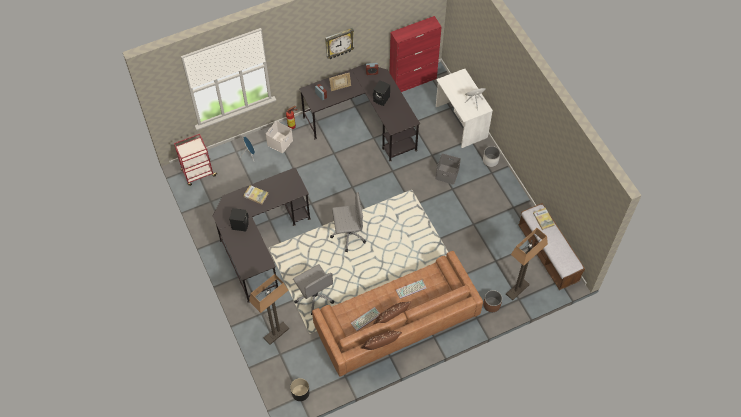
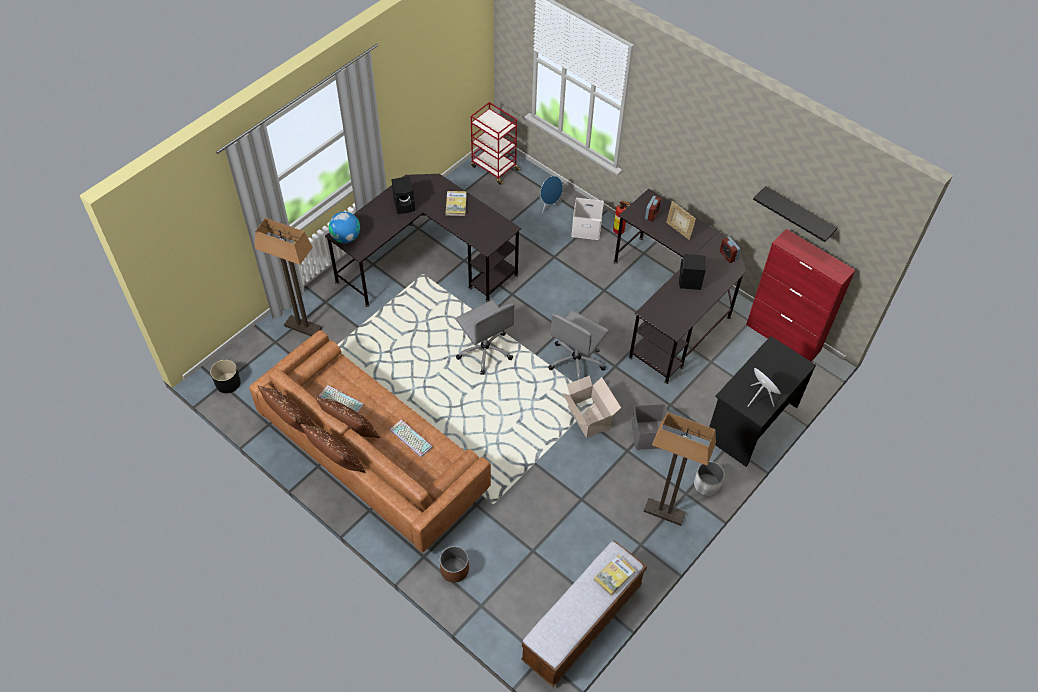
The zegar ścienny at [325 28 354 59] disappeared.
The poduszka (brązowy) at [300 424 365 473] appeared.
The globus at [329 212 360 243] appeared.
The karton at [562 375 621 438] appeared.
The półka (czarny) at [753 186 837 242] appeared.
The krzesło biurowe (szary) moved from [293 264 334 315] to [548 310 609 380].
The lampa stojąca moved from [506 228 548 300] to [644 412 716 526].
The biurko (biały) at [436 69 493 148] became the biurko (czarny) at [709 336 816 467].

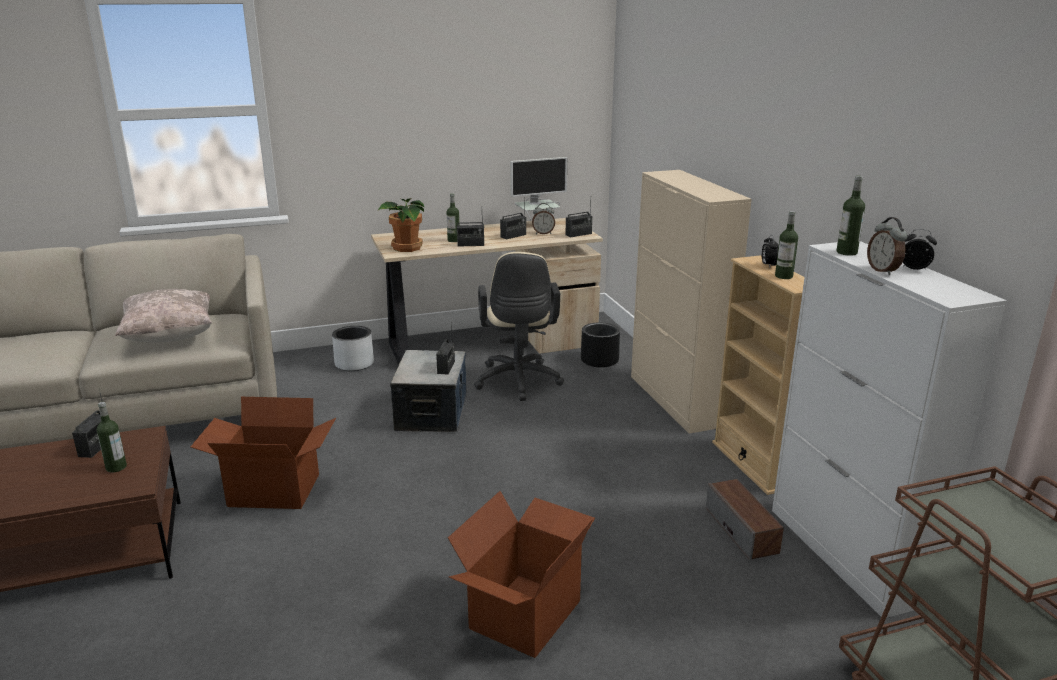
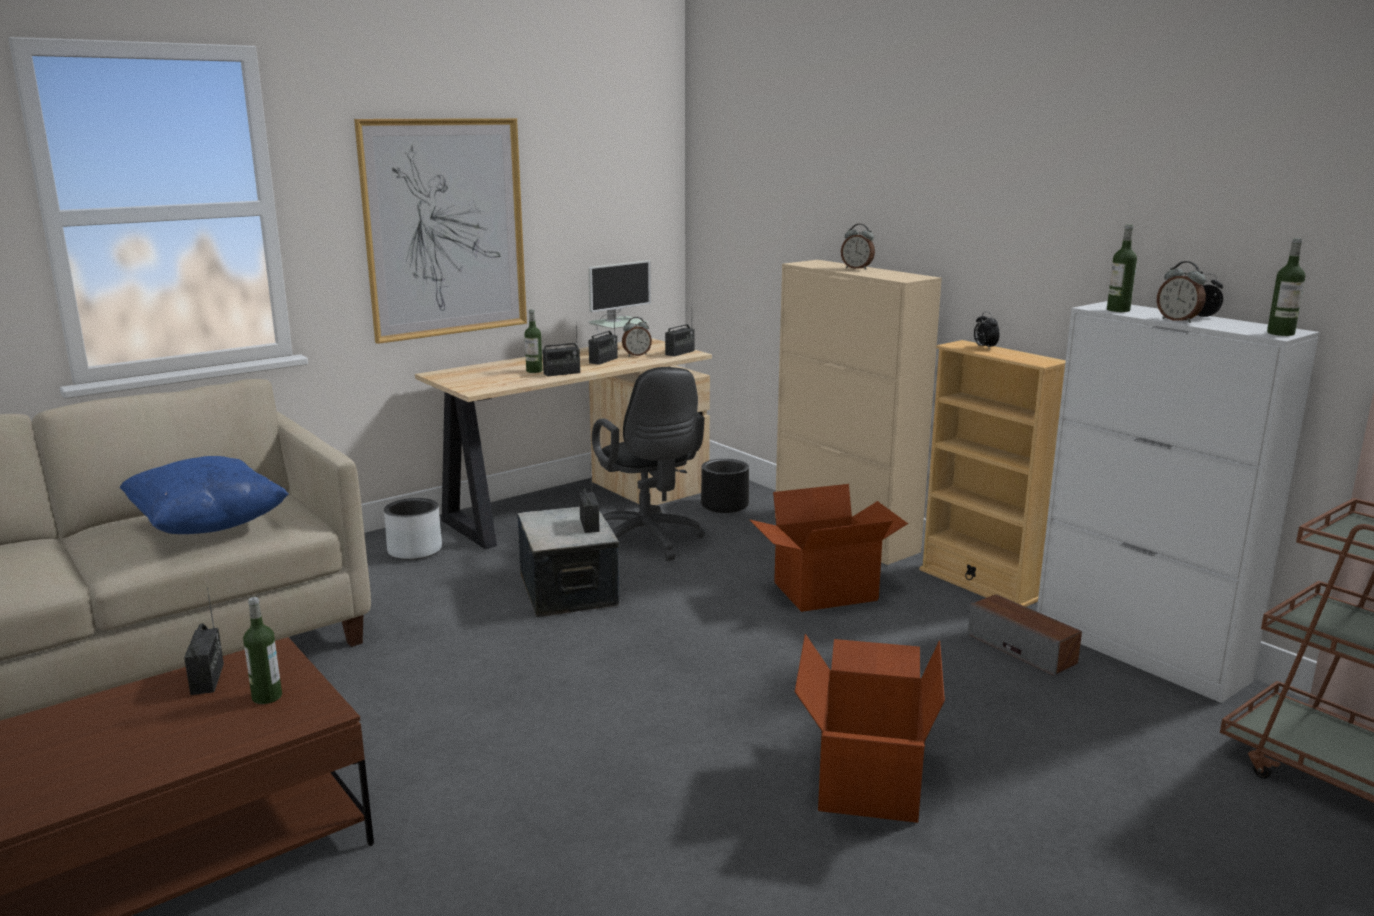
The roślina doniczkowa at [378 198 425 252] disappeared.
The obraz at [354 118 527 344] appeared.
The budzik at [841 224 875 270] appeared.
The karton moved from [191 397 336 509] to [750 484 908 612].
The butelka moved from [775 211 798 279] to [1267 238 1305 336].
The poduszka (beżowy) at [115 289 212 342] became the poduszka (niebieski) at [120 456 289 534].
The krzesło biurowe (beżowy) at [474 252 564 401] became the krzesło biurowe (czarny) at [592 367 705 561].

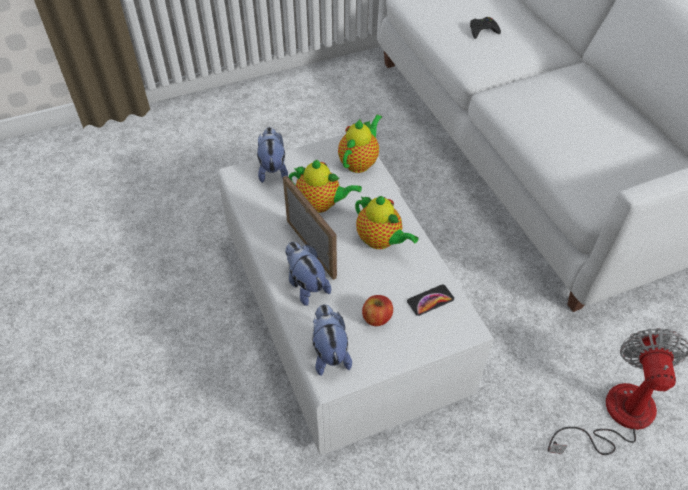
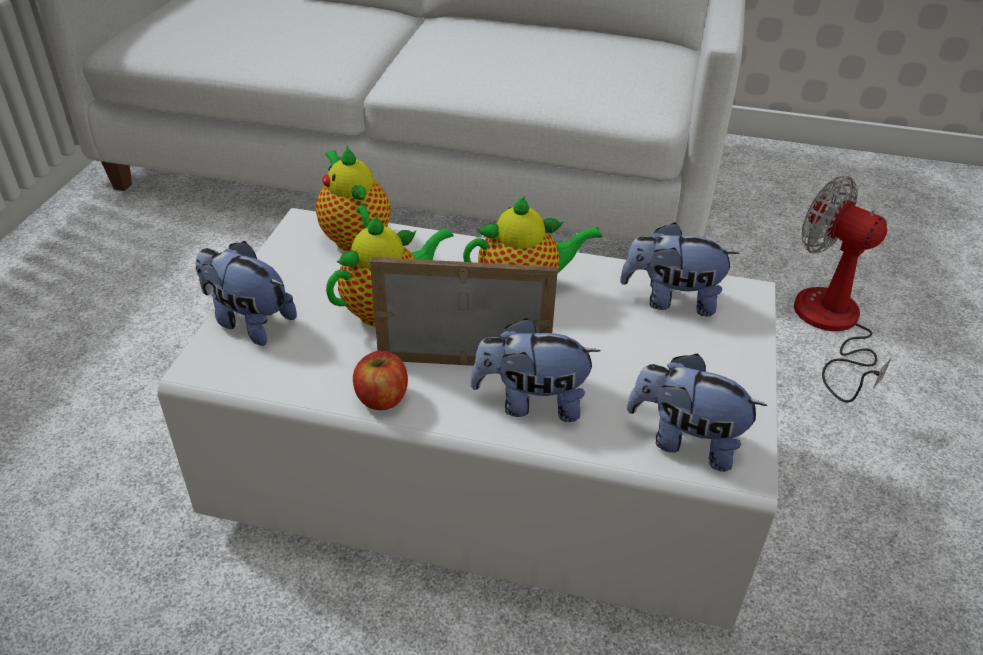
The pad do gier (czarny) at [470 17 501 39] disappeared.
The jabłko moved from [362 295 393 326] to [353 351 408 410].
The telefon at [407 284 454 316] was replaced by the pluszak at [620 222 739 316].

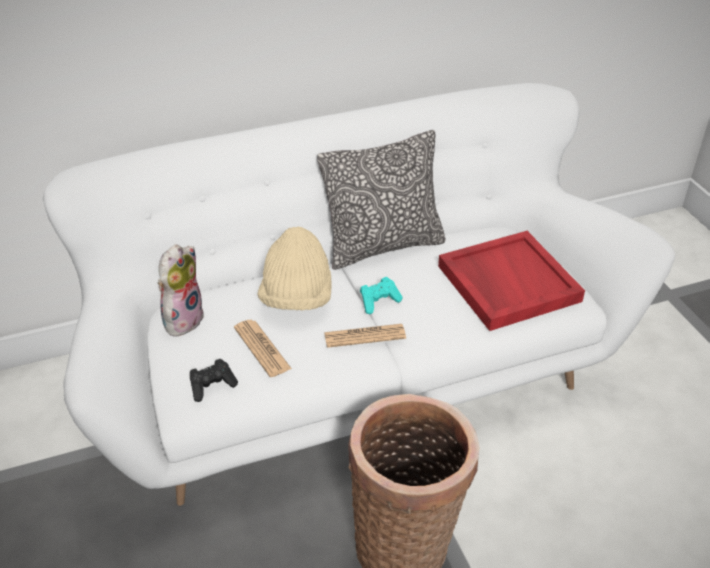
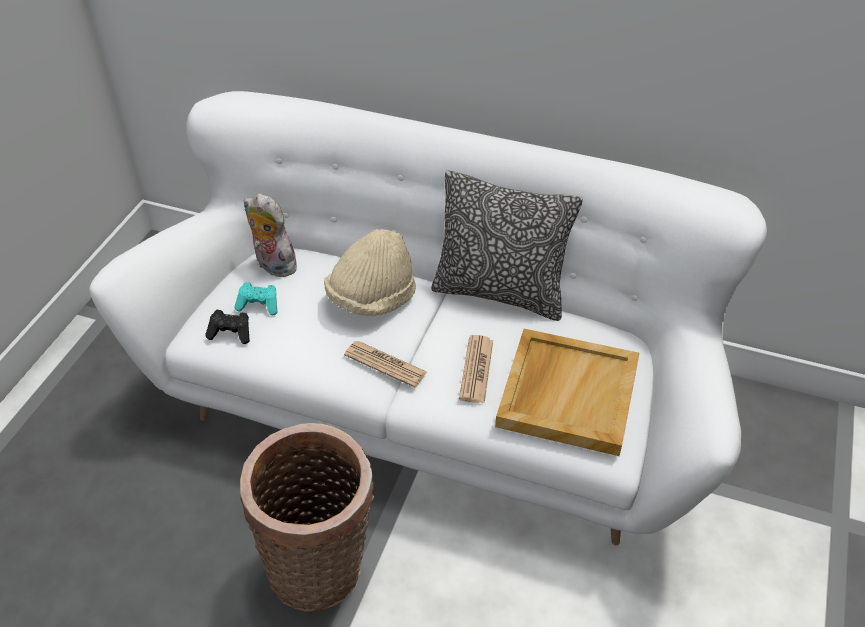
The gazeta moved from [234 320 292 377] to [459 335 493 403].
The pad do gier (turkusowy) moved from [360 277 402 314] to [234 282 277 315].
The taca (czerwony) at [438 231 585 331] became the taca (beżowy) at [495 329 639 456].
The pluszak at [158 244 204 337] turned 120 degrees counterclockwise.

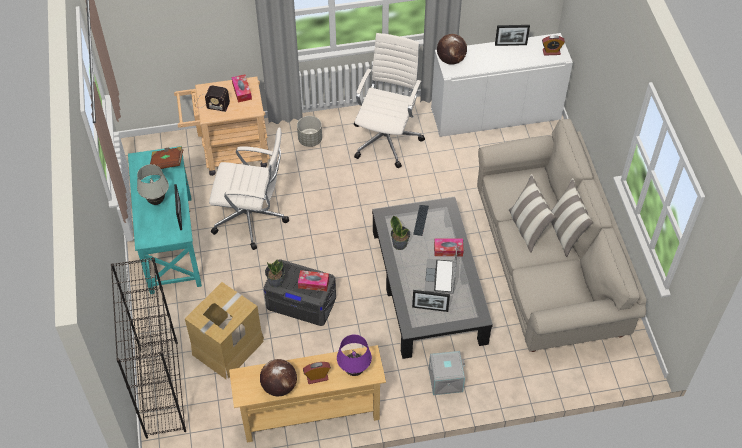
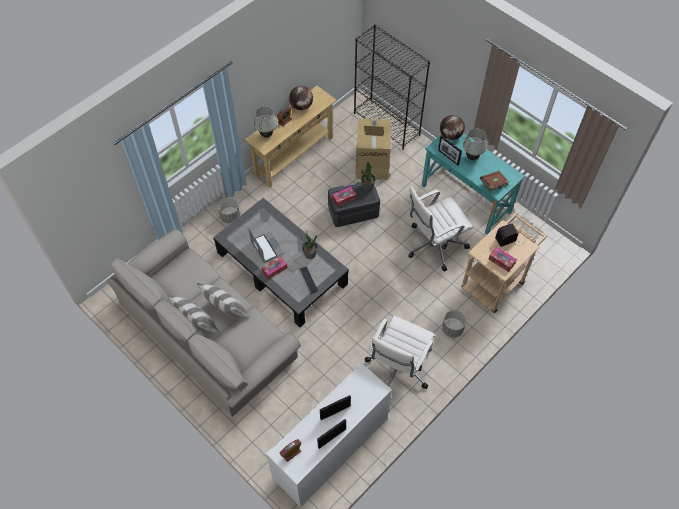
The ramka na zdjęcie moved from [412 290 450 312] to [320 395 351 420].
The globus moved from [437 34 467 65] to [440 115 465 140].
The pojemnik do przechowywania (szary) at [429 351 465 395] was replaced by the donica (szary) at [218 198 240 223].
The lampa stołowa (fioletowy) at [337 335 372 376] became the lampa stołowa (biały) at [254 106 277 138].
The krzesło biurowe (biały) at [354 33 425 168] turned 45 degrees clockwise.

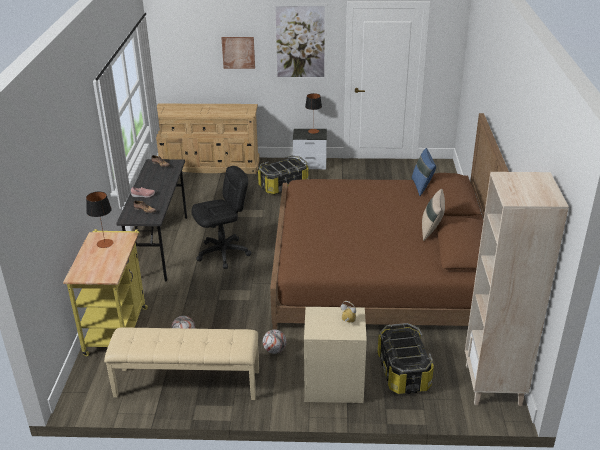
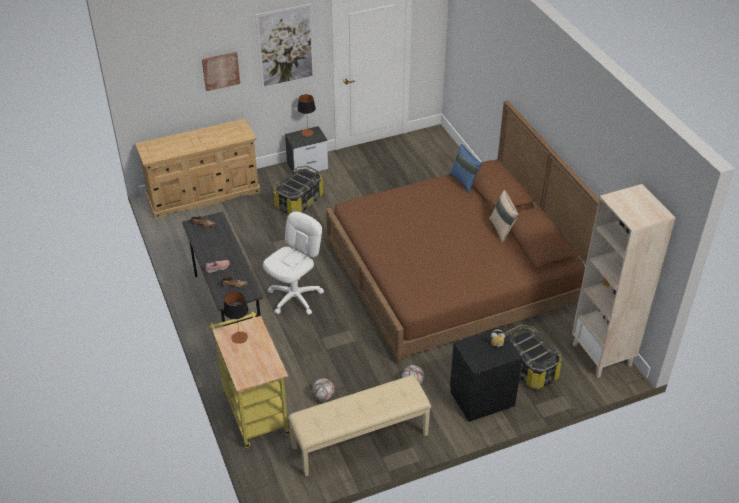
The krzesło biurowe (czarny) at [191 166 251 269] became the krzesło biurowe (biały) at [263 211 324 315].
The szafka nocna (beżowy) at [304 307 367 403] became the szafka nocna (czarny) at [450 328 523 422].

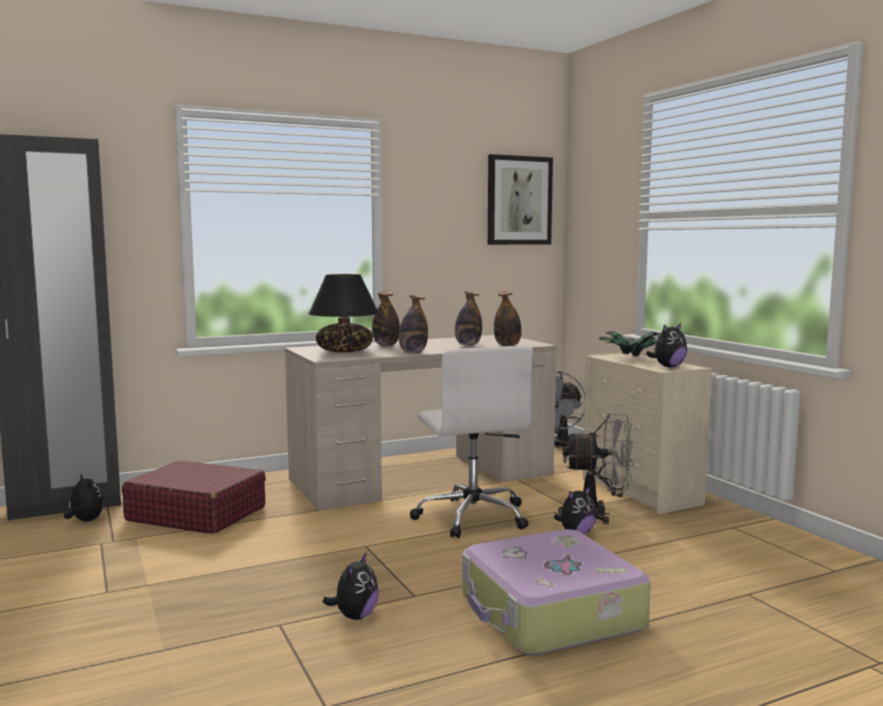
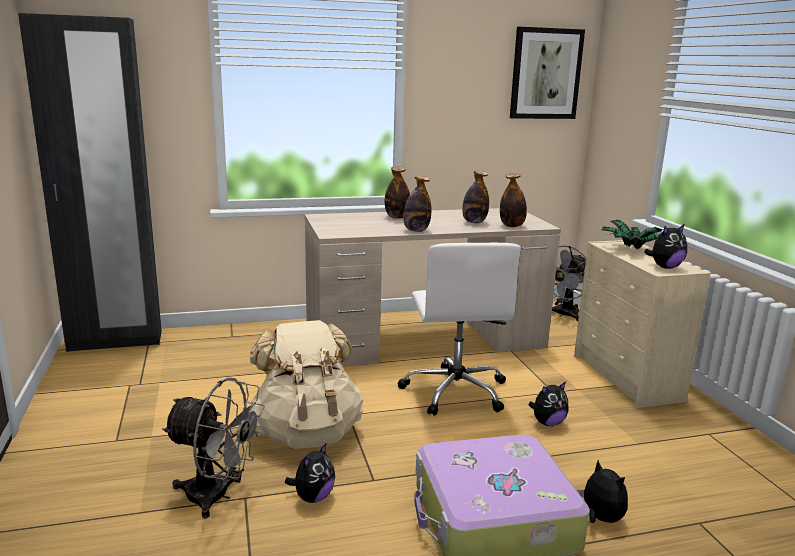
The walizka (czerwony) at [122 460 266 534] disappeared.
The lampa stołowa (czarny) at [308 274 379 352] disappeared.
The plecak (beżowy) at [250 320 364 449] appeared.
The pluszak moved from [64 473 104 521] to [577 460 628 523].
The wentylator (szary) moved from [558 414 633 524] to [162 377 265 518].

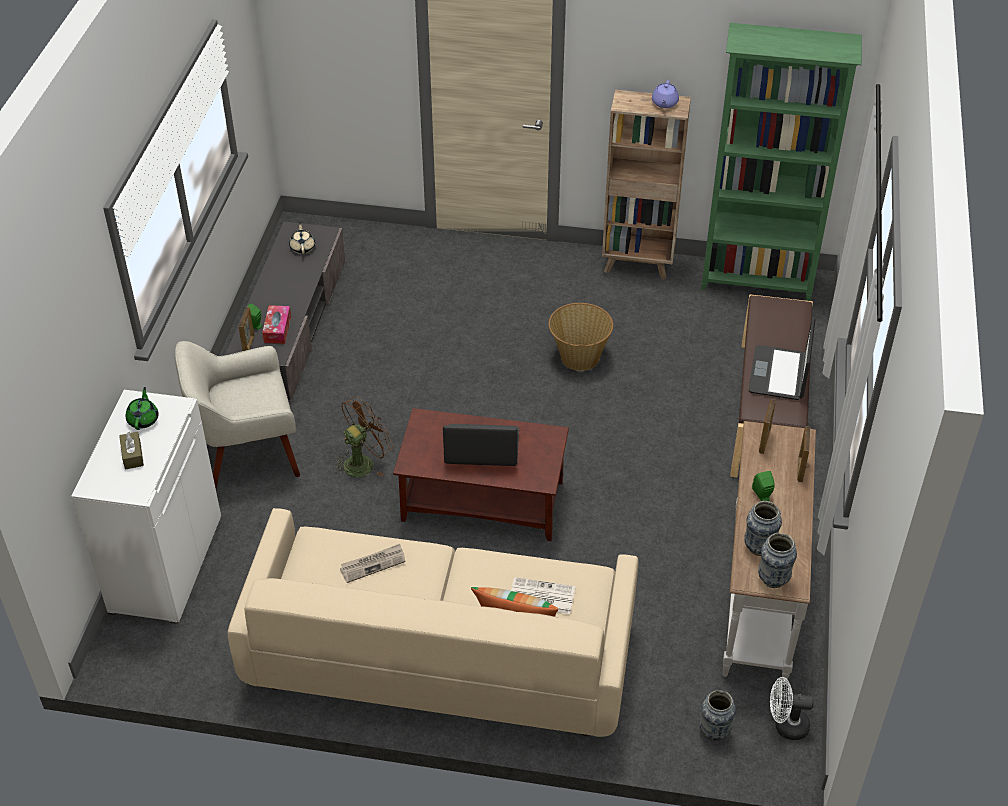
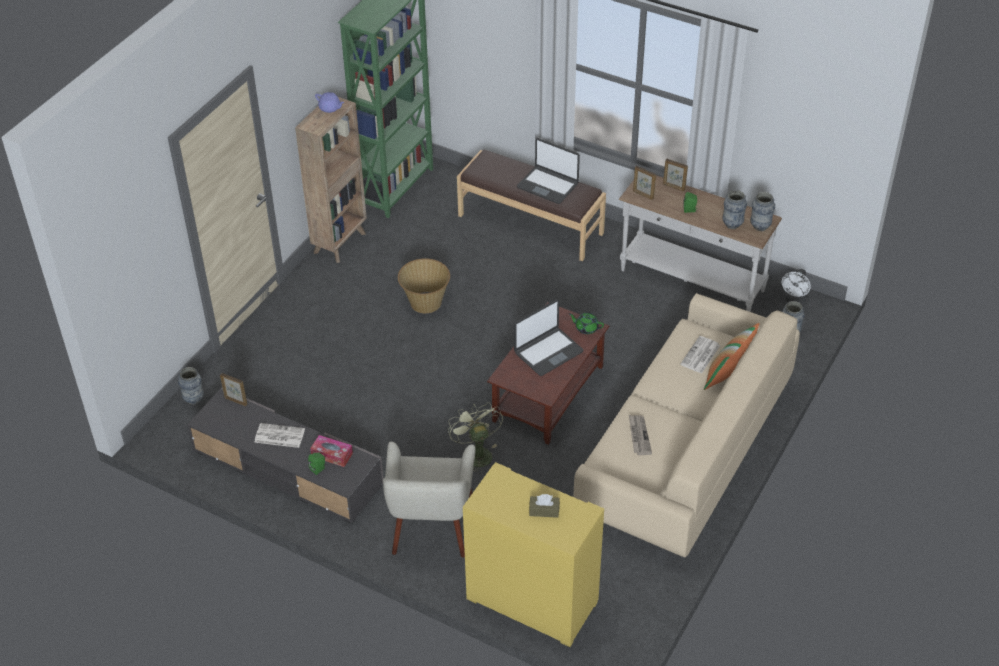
The imbryk (beżowy) at [289 222 315 254] disappeared.
The wazon at [178 367 204 405] appeared.
The gazeta at [254 423 305 448] appeared.
The imbryk (zielony) moved from [126 387 159 430] to [569 313 604 334].
The ramka na zdjęcie moved from [239 307 254 351] to [220 373 247 406].
The szafka (biały) at [71 390 221 624] became the szafka (żółty) at [463 462 604 647].
The wentylator (brązowy) at [334 396 393 477] became the wentylator (zielony) at [448 402 503 474].
The laptop at [443 424 519 466] turned 150 degrees counterclockwise.

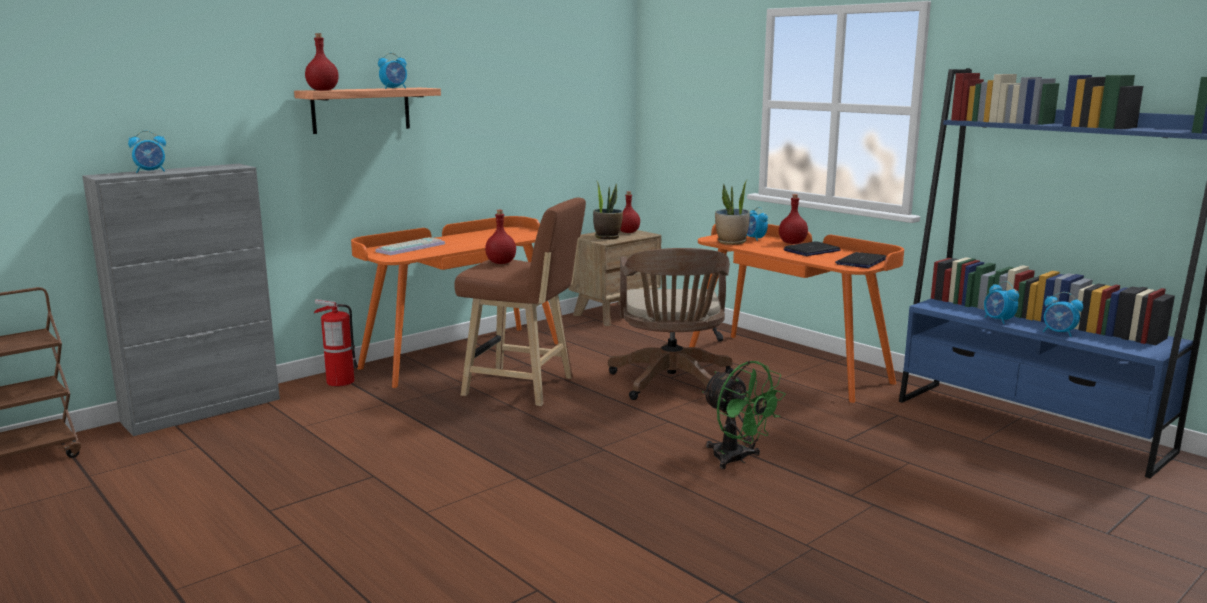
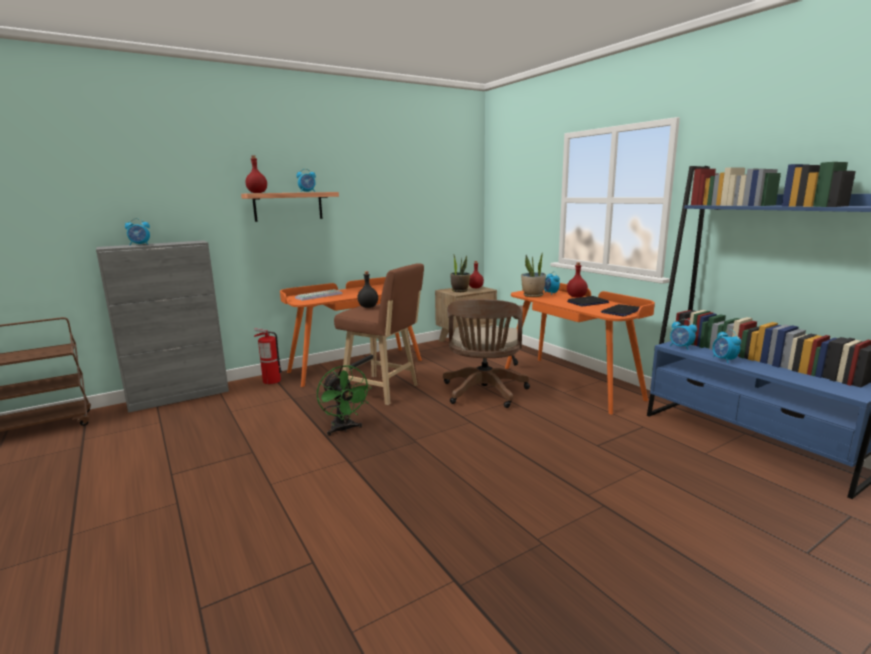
The wentylator (zielony) moved from [702 361 786 470] to [317 365 371 436].
The budzik moved from [1043 292 1083 337] to [670 319 697 350].
The butelka (czerwony) at [485 210 516 264] became the butelka (czarny) at [358 271 378 308].

